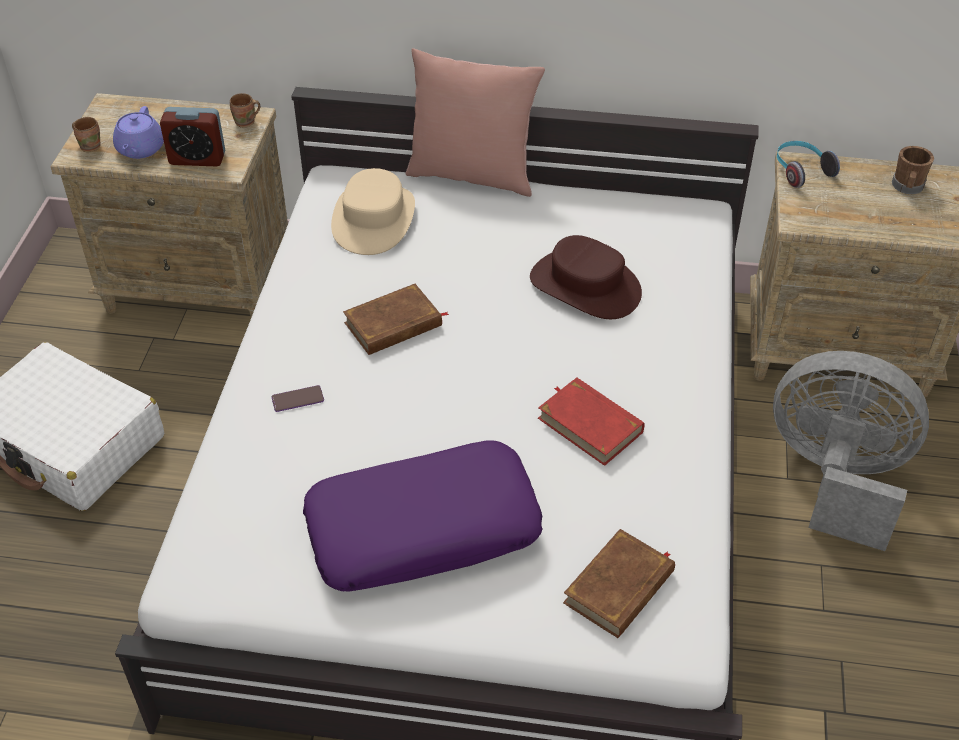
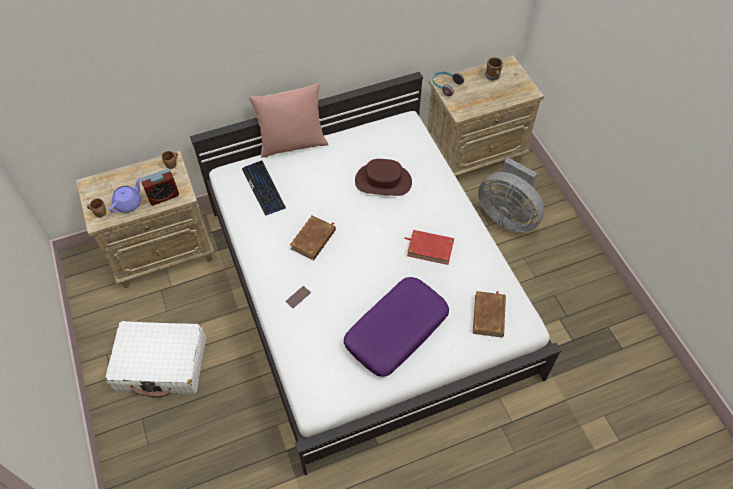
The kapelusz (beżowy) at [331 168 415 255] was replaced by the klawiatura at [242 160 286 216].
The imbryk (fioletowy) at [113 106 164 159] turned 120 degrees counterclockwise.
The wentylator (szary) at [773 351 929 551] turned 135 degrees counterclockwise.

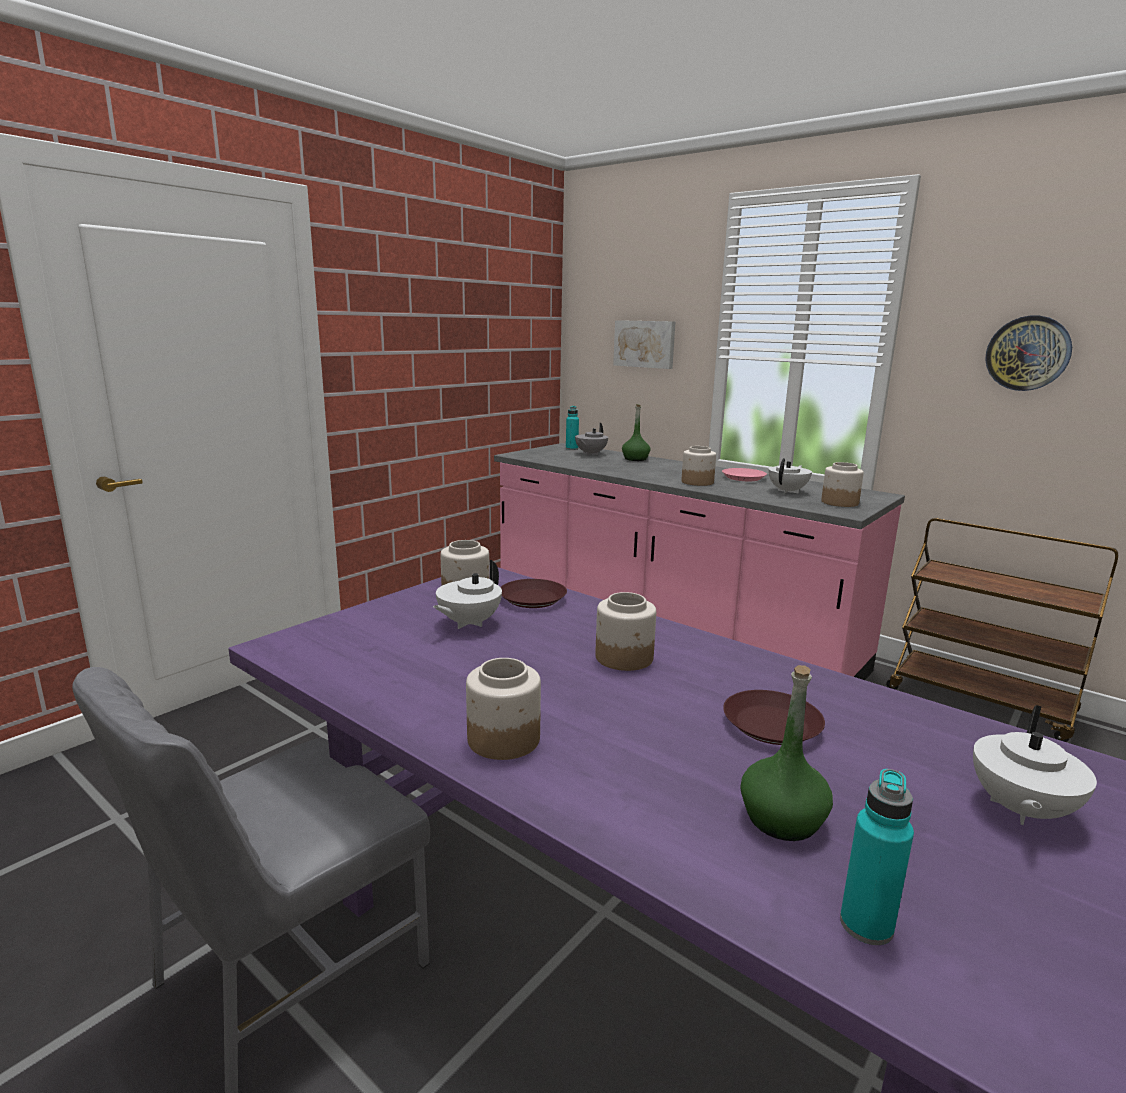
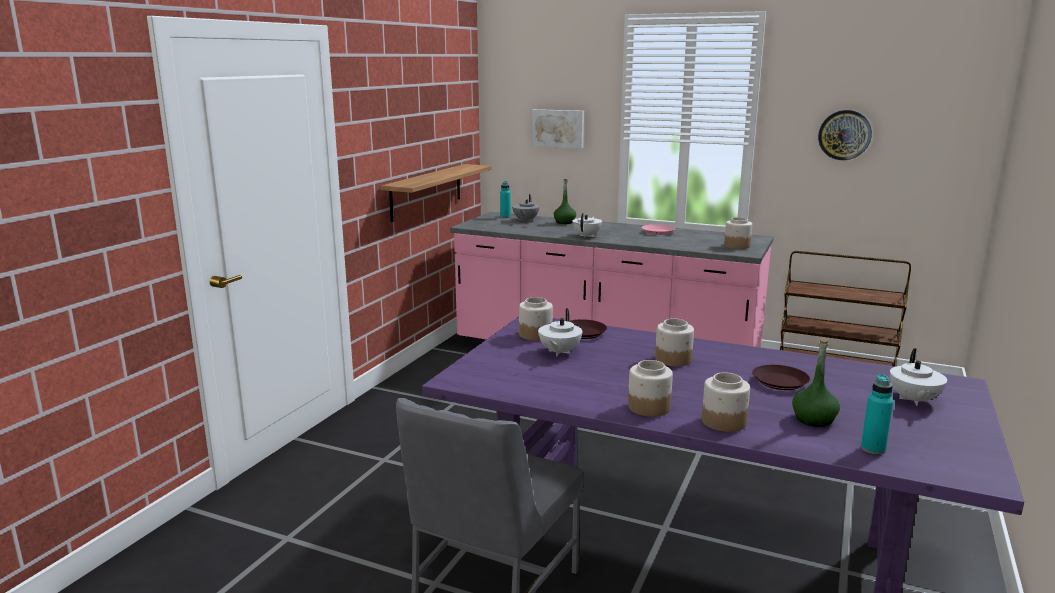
The półka at [380 164 492 222] appeared.
The słoik moved from [682 446 716 486] to [702 372 750 432].
The imbryk (biały) moved from [768 458 812 494] to [572 213 602 238].

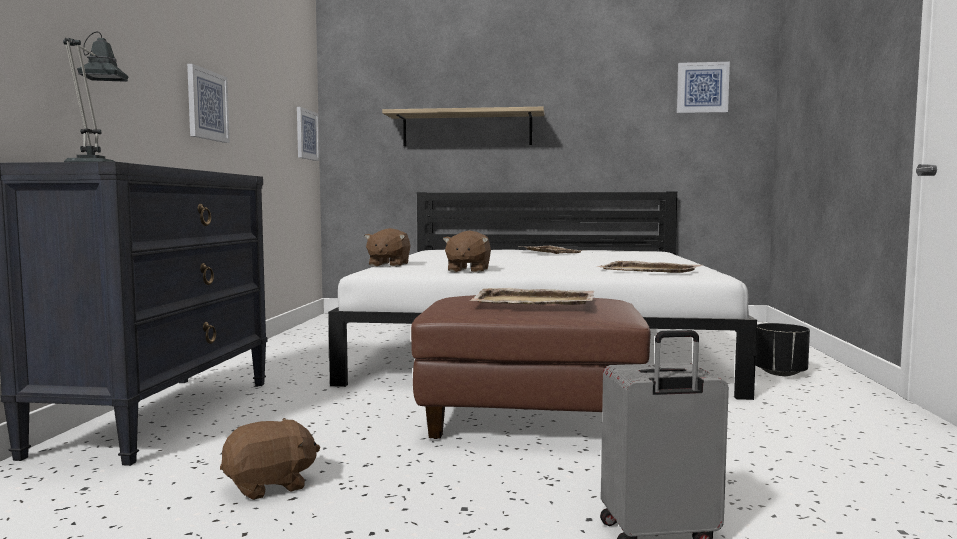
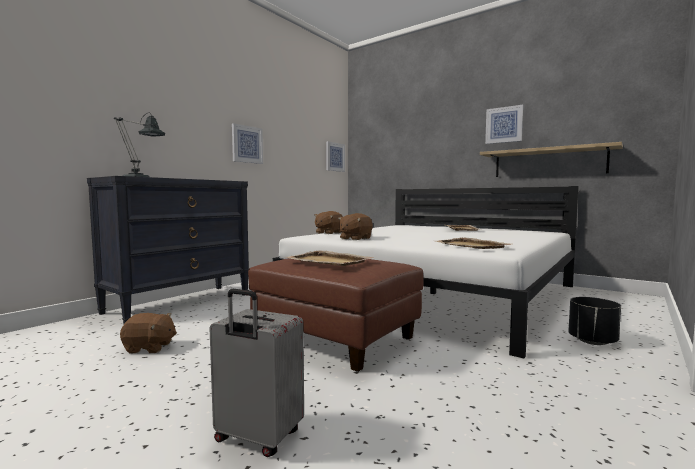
The półka moved from [382 107 544 146] to [480 142 623 177].
The obraz moved from [677 62 730 113] to [485 105 523 144].

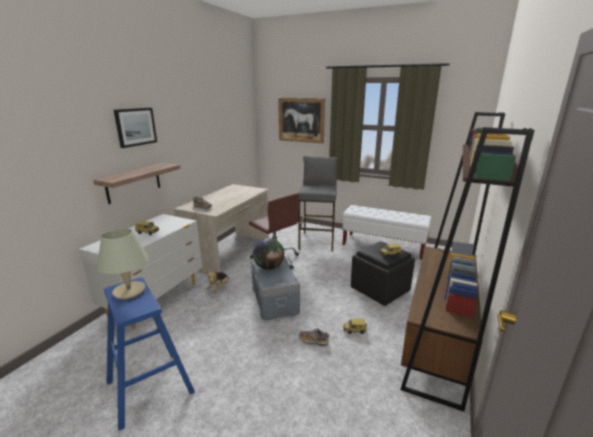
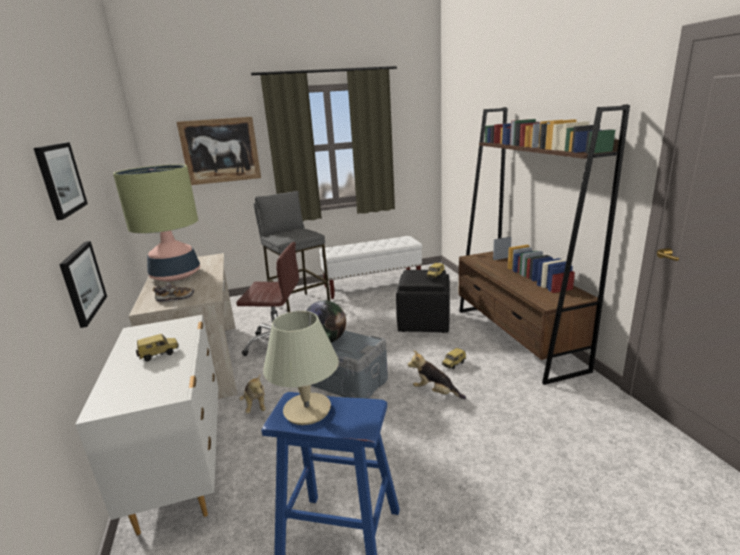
The lampa stołowa at [113 164 200 281] appeared.
The półka at [93 163 180 204] was replaced by the obraz at [59 241 107 328].
The but at [299 328 330 346] was replaced by the pluszak at [408 350 466 399].

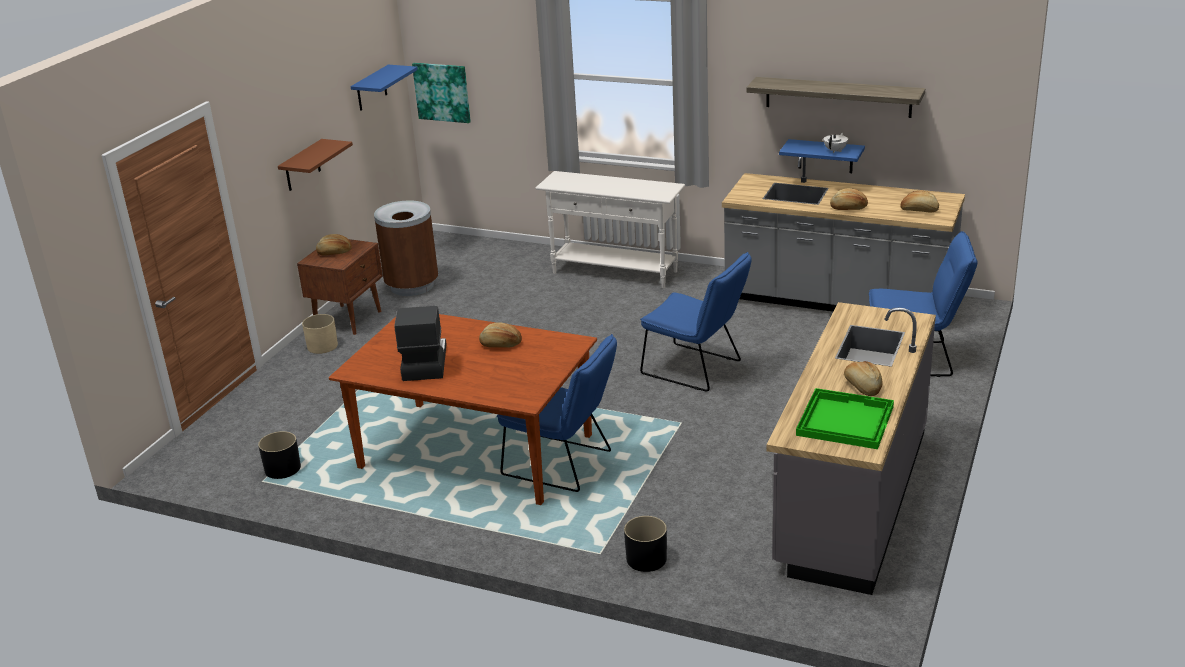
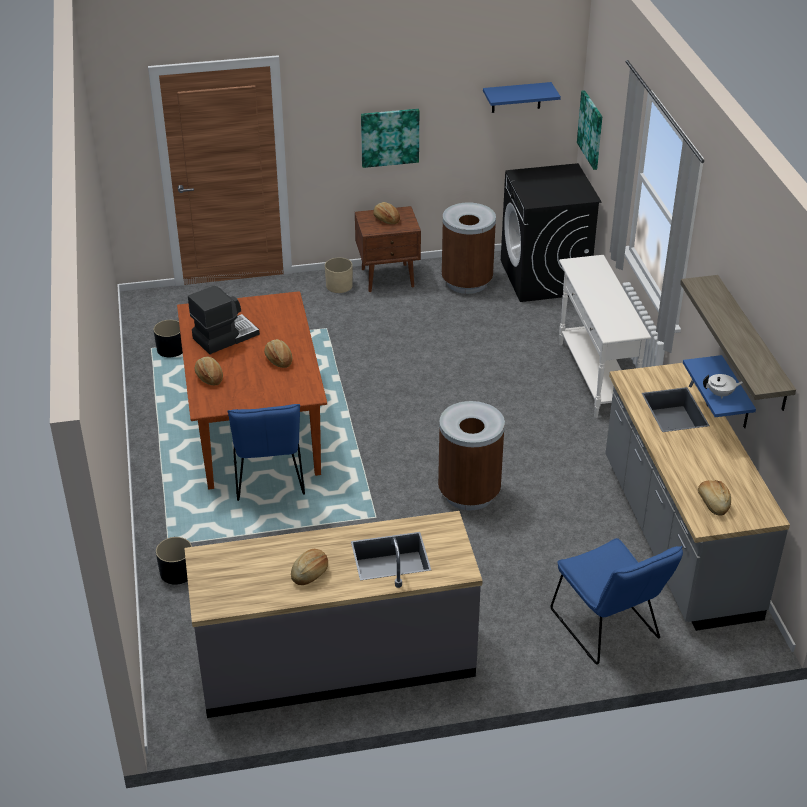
The taca (zielony) at [796 388 894 449] disappeared.
The pralka (czarny) at [501 163 602 302] appeared.
The chleb moved from [830 188 868 210] to [195 356 223 385].
The półka (brązowy) at [278 139 353 191] was replaced by the obraz at [361 109 419 168].
The krzesło (niebieski) at [640 252 752 392] was replaced by the kosz na śmieci (brązowy) at [438 401 505 510].

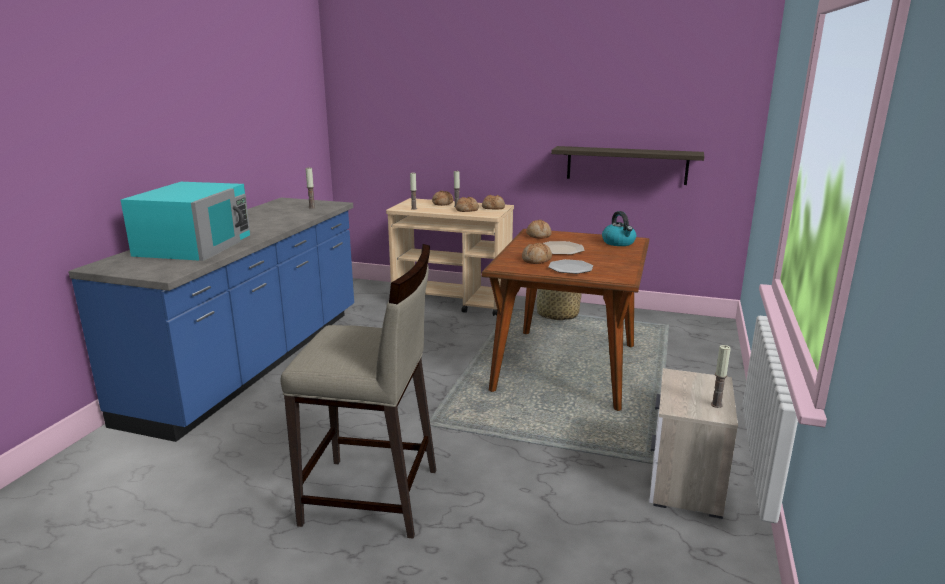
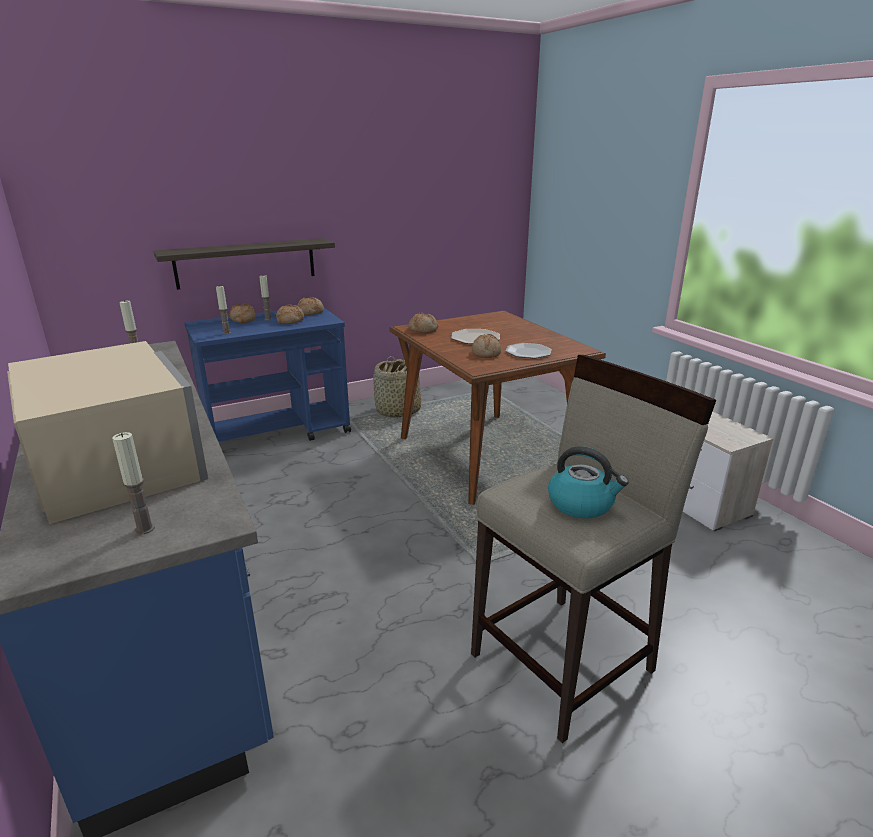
The półka moved from [551 146 704 185] to [153 238 335 290].
The czajnik moved from [602 211 636 246] to [548 446 629 519].
The świeca moved from [711 345 731 408] to [112 432 155 535].
The mikrofalówka (turkusowy) at [121 182 250 261] became the mikrofalówka (beżowy) at [7 341 208 524].
The wózek (beżowy) at [386 198 514 316] became the wózek (niebieski) at [184 307 351 442].

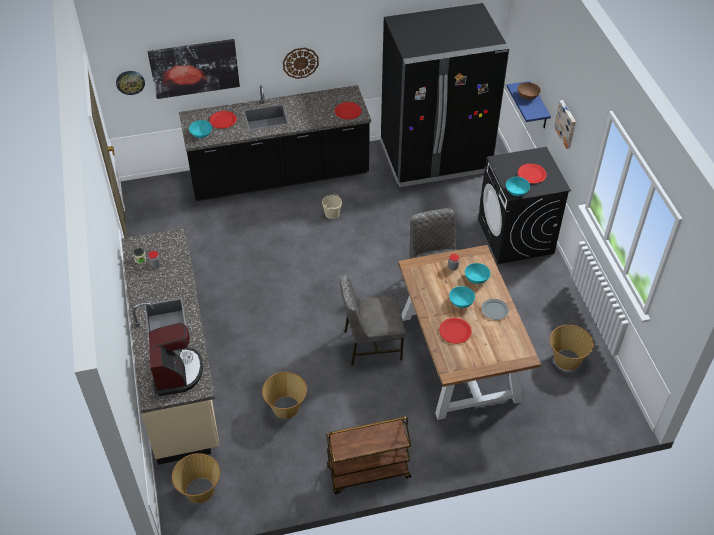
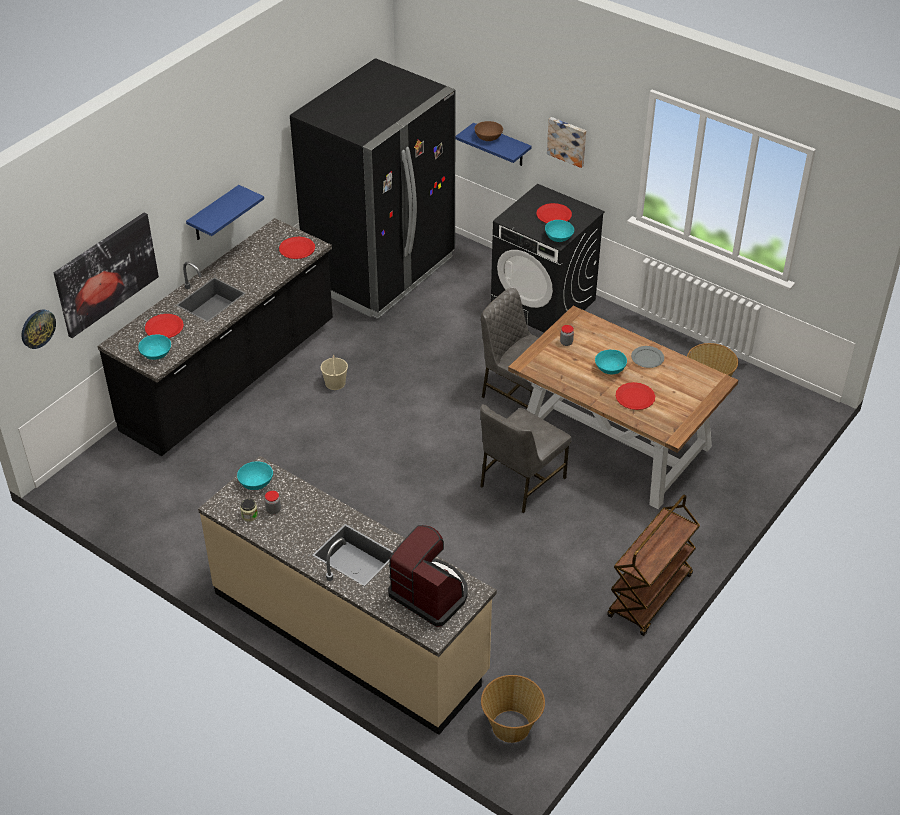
The koszyk at [262 372 307 419] disappeared.
The miska (turkusowy) moved from [465 263 490 284] to [237 461 273 490].
The zegar ścienny at [283 48 319 79] was replaced by the półka (niebieski) at [186 185 264 240].

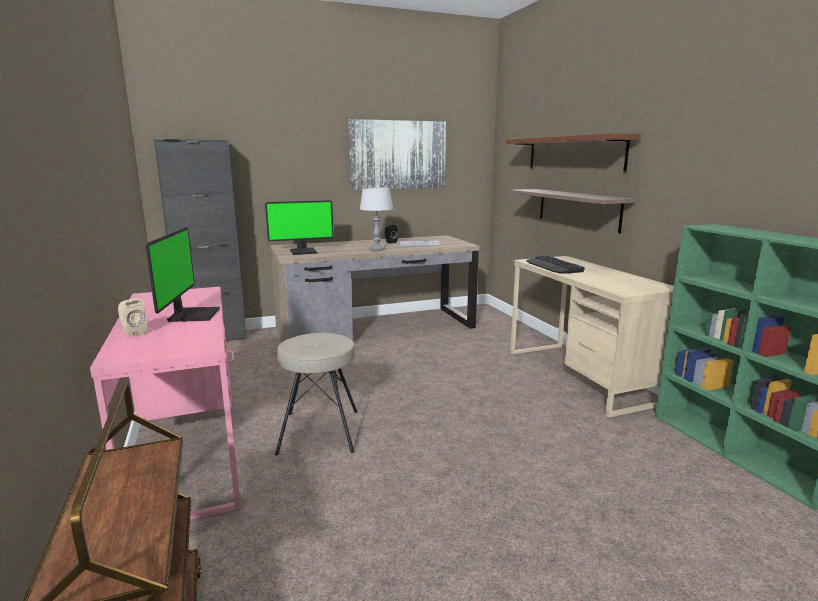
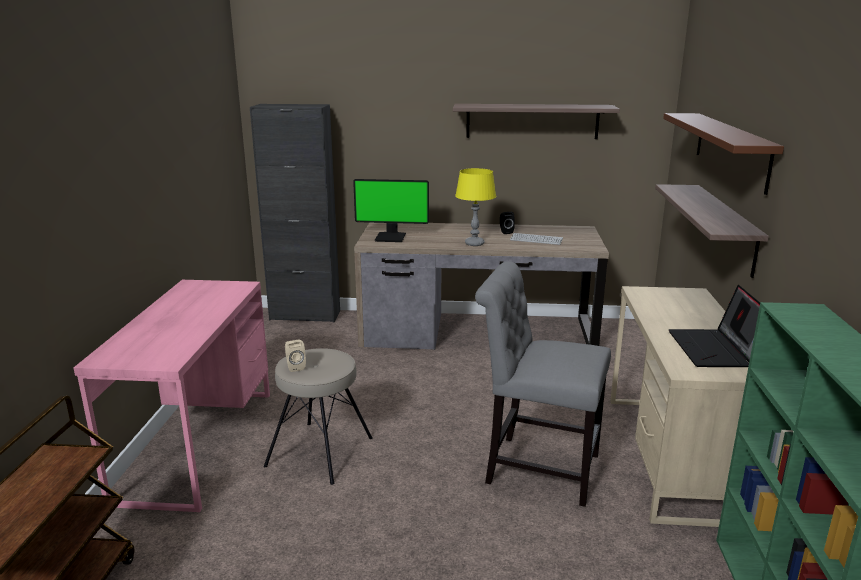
The monitor at [146 227 220 322] disappeared.
The klawiatura at [526 256 585 274] disappeared.
The krzesło (szary) at [475 262 611 507] appeared.
The laptop at [669 285 760 367] appeared.
The głośnik (beżowy) moved from [118 298 148 337] to [285 340 306 372].
The obraz at [348 119 446 190] was replaced by the półka at [453 104 620 139].
The lampa stołowa (szary) at [360 187 393 251] became the lampa stołowa (żółty) at [455 168 496 246].

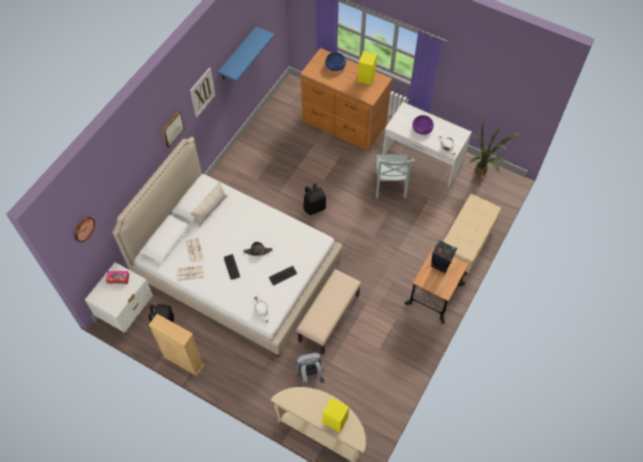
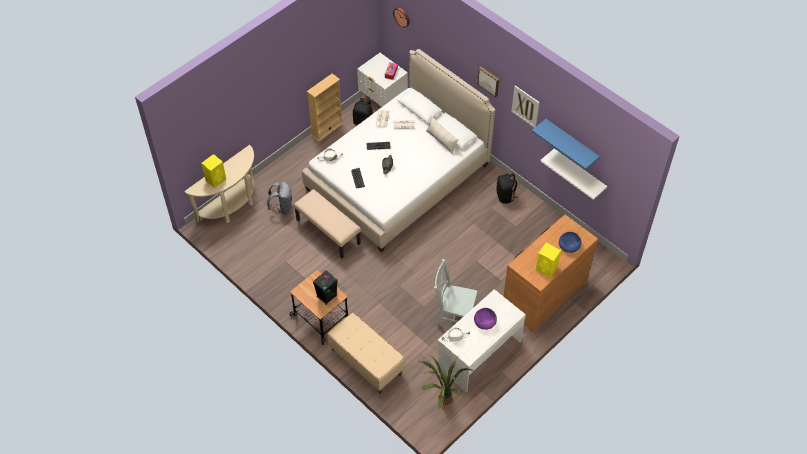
The półka (biały) at [540 149 607 200] appeared.
The plecak (czarny) moved from [303 183 326 215] to [496 173 519 204].

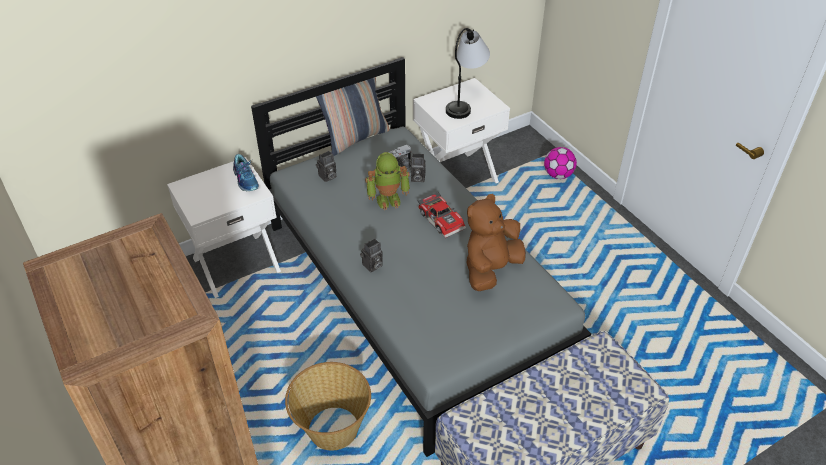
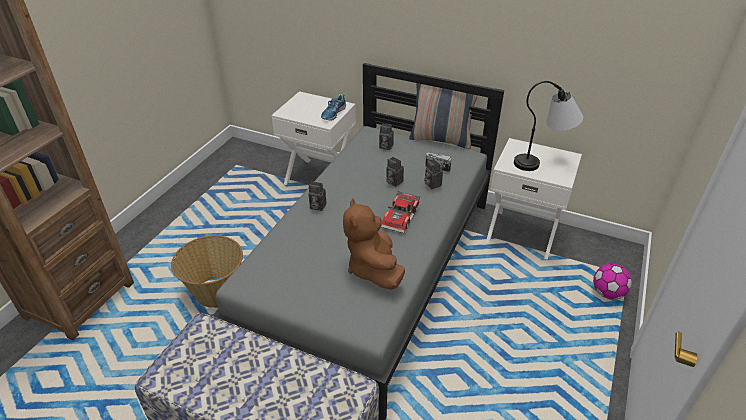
The robot zabawkowy at [365 152 410 210] was replaced by the aparat fotograficzny at [386 157 404 187].
The pluszak (brązowy) at [467 194 526 291] turned 105 degrees counterclockwise.

